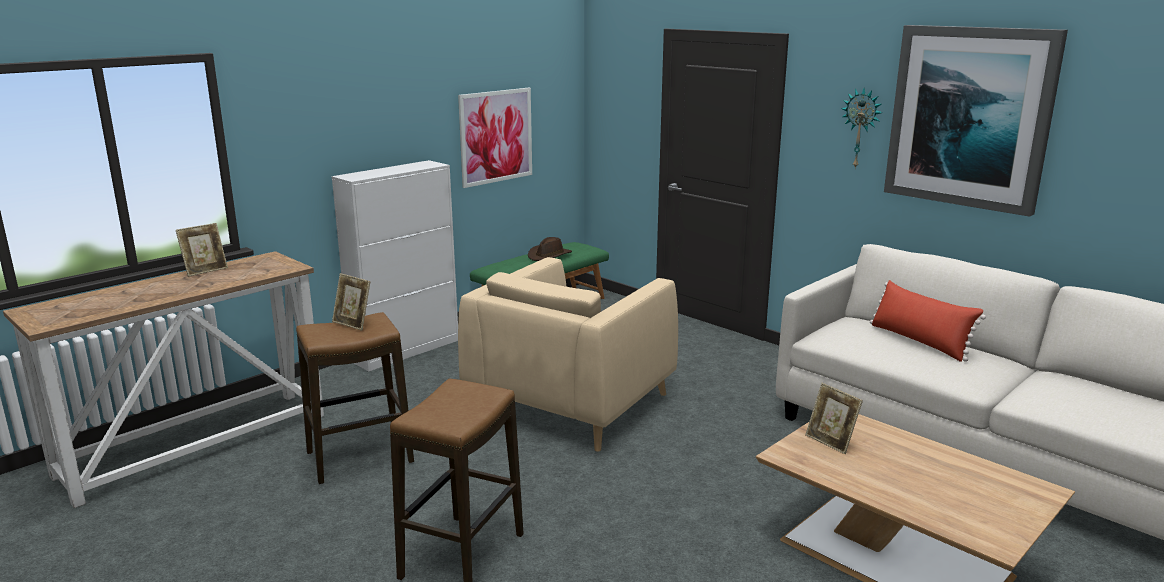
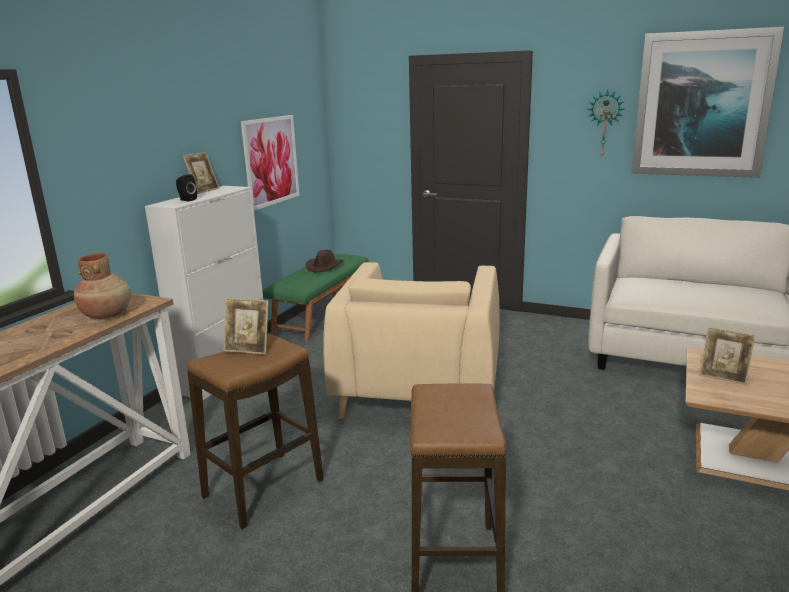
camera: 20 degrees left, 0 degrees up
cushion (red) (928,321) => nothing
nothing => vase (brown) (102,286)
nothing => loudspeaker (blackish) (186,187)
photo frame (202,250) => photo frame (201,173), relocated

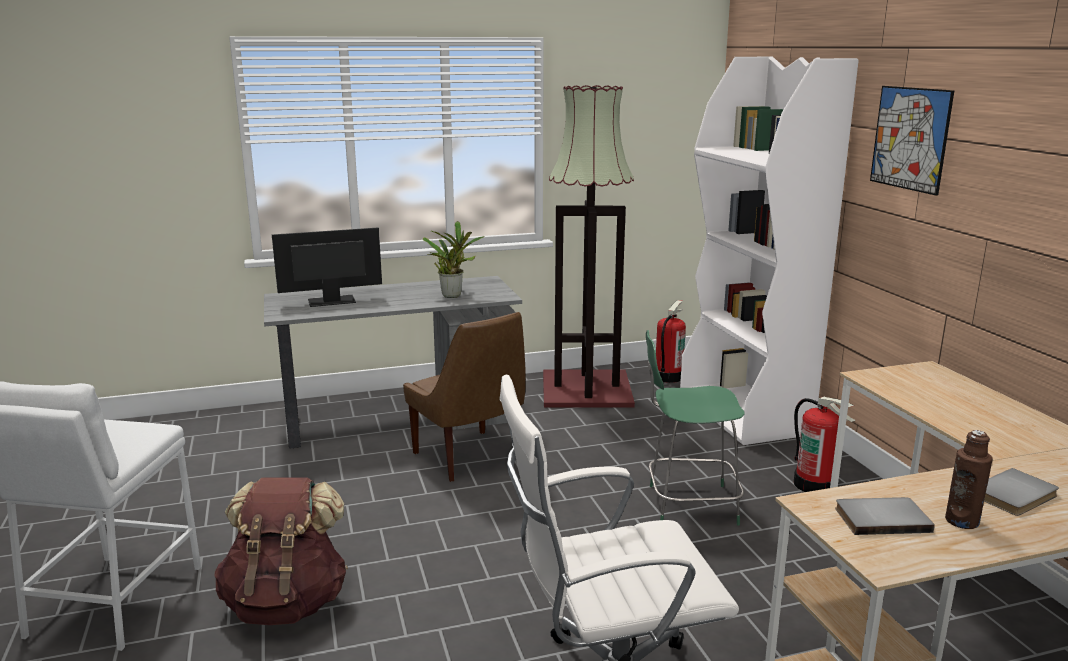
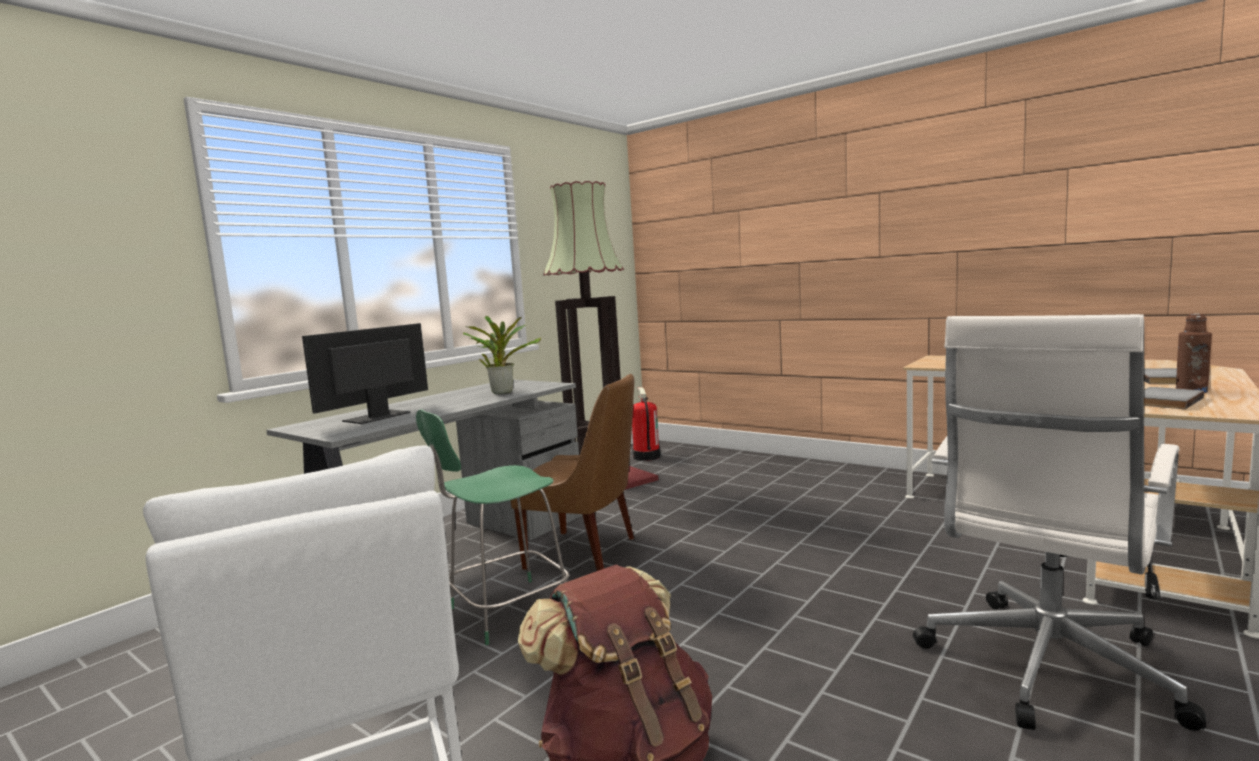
camera: 35 degrees left, 10 degrees down
shelving unit (white) (769,251) => nothing
fire extinguisher (825,444) => nothing
wall art (912,141) => nothing
plain chair (green) (695,428) => plain chair (green) (492,527), relocated

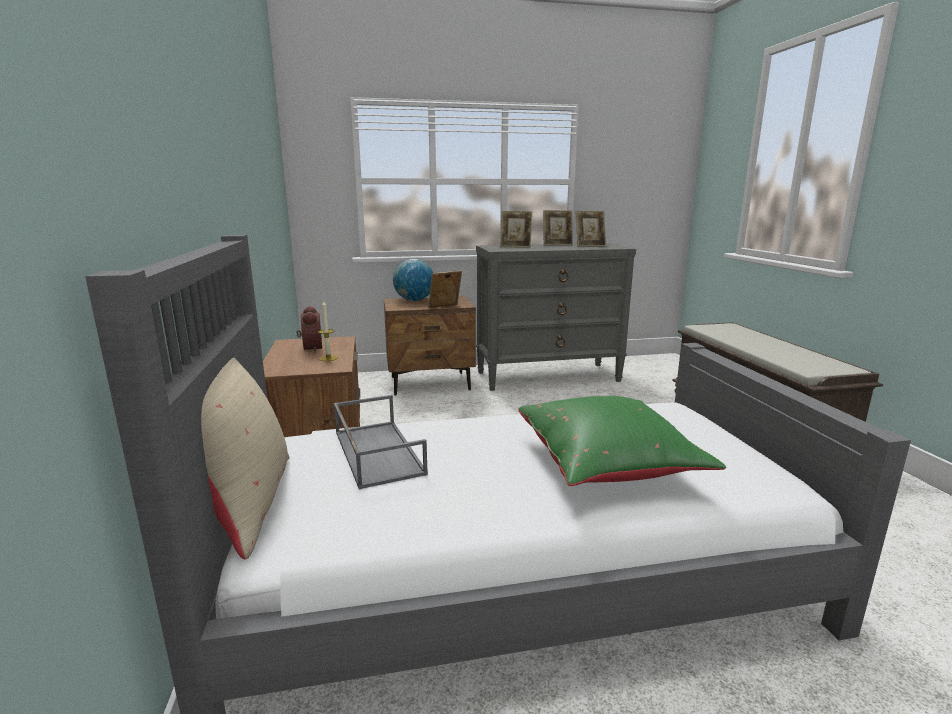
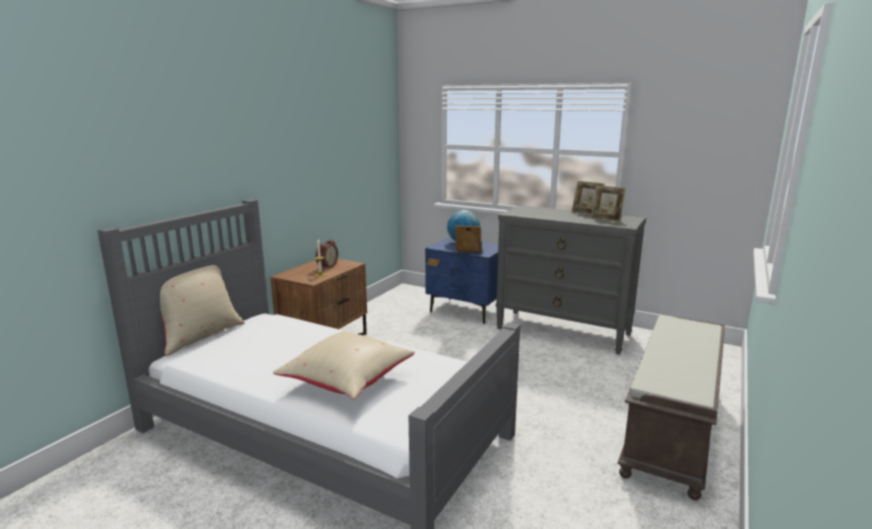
camera: 40 degrees right, 0 degrees up
carrying tray (grey) (381,442) => nothing
photo frame (516,229) => nothing
night table (brown) (430,346) => night table (blue) (461,281)
cushion (green) (622,441) => cushion (beige) (344,365)

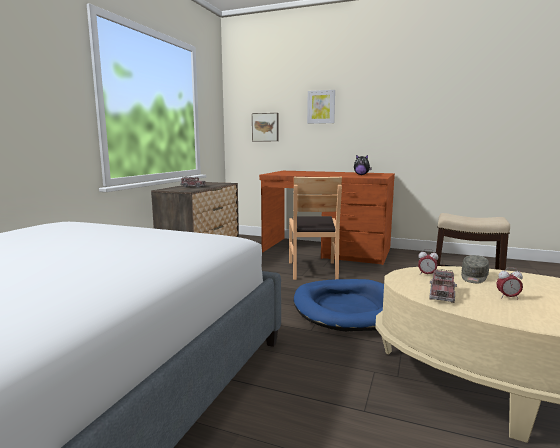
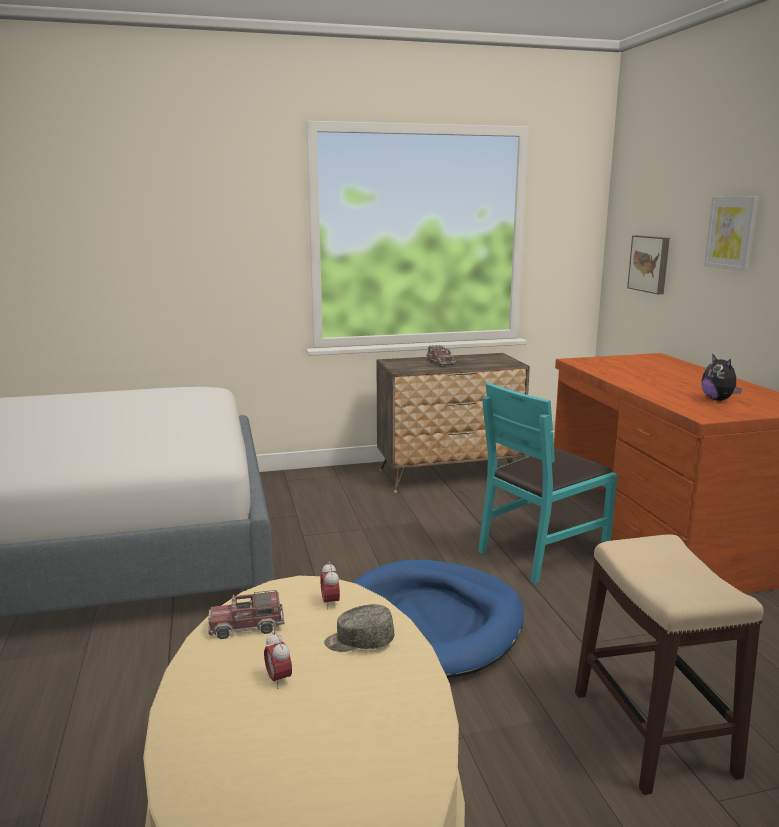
camera: 55 degrees right, 5 degrees up
plain chair (brown) (315,228) => plain chair (turquoise) (548,483)

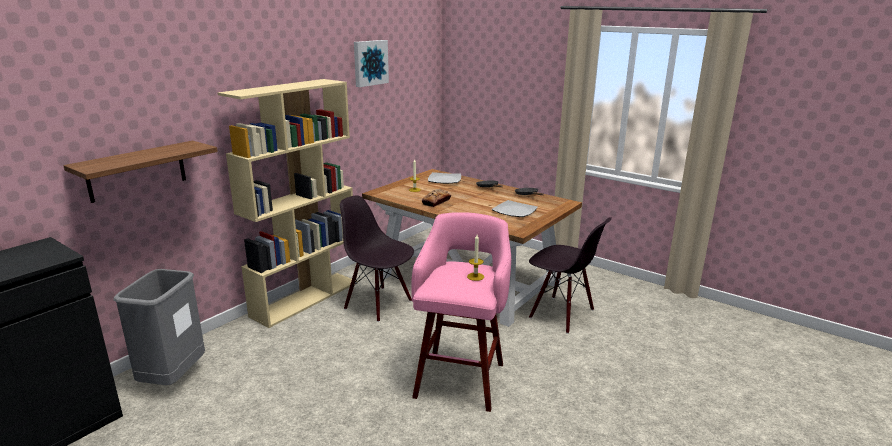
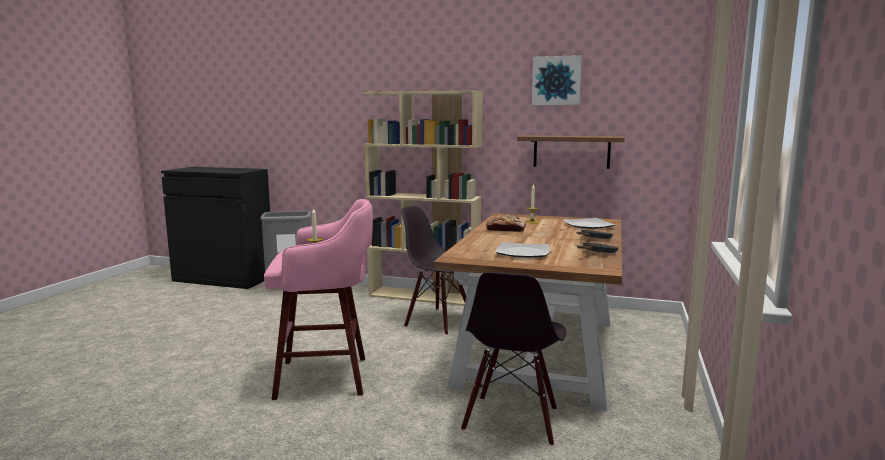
camera: 70 degrees right, 10 degrees down
wall shelf (140,172) => wall shelf (571,152), relocated
plain chair (blackish) (377,258) => plain chair (blackish) (433,270), 75 degrees counterclockwise

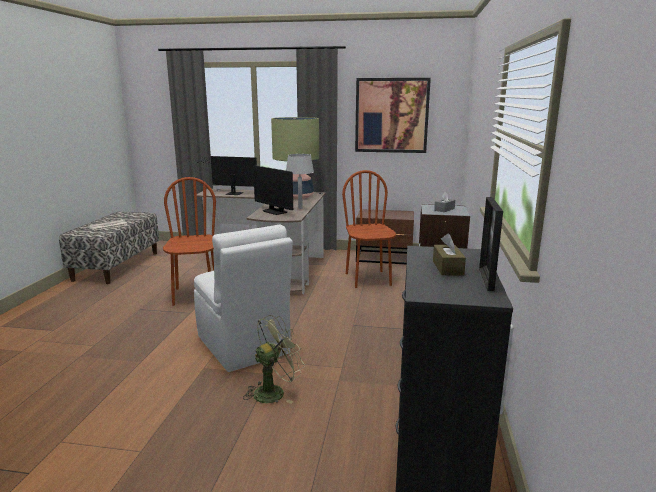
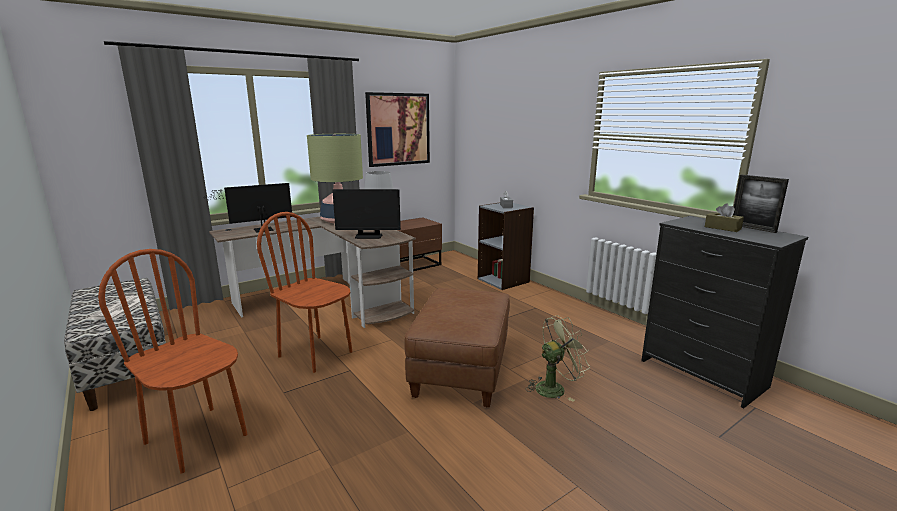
camera: 45 degrees left, 0 degrees up
plain chair (brown) (369,229) => plain chair (brown) (172,361), relocated
plain chair (white) (243,298) => pouffe (brown) (457,347)
fan (green) (274,359) => fan (green) (558,358), 60 degrees clockwise

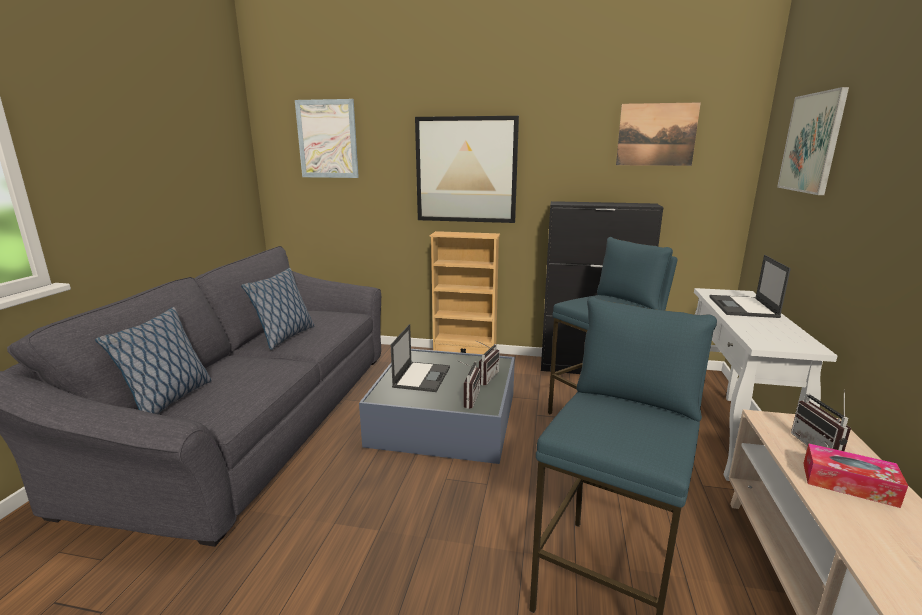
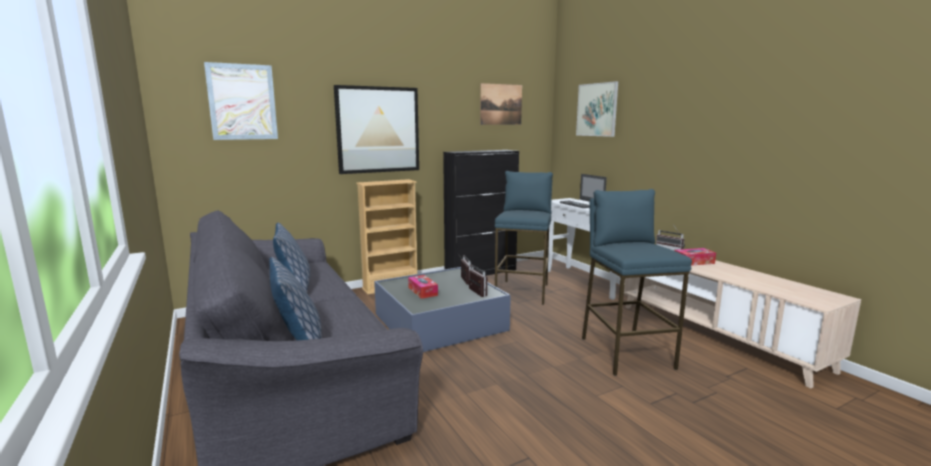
camera: 40 degrees left, 5 degrees down
portable computer (420,358) => tissue box (423,287)

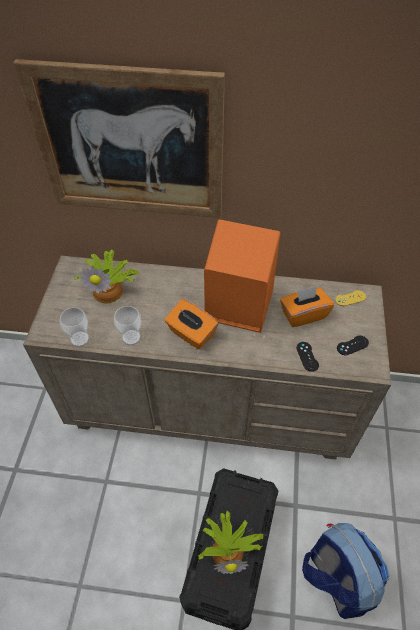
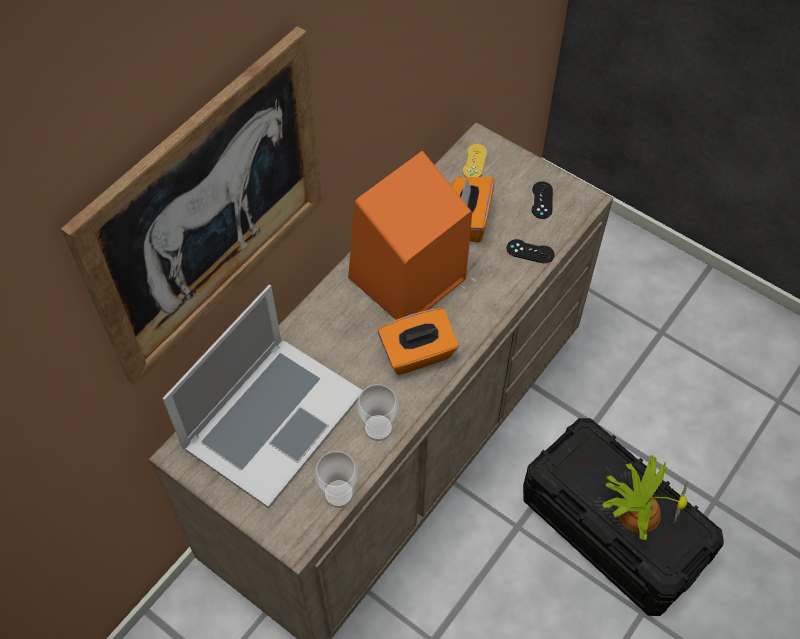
camera: 60 degrees left, 5 degrees up
knapsack (346,571) => nothing
potted plant (107,276) => portable computer (262,397)

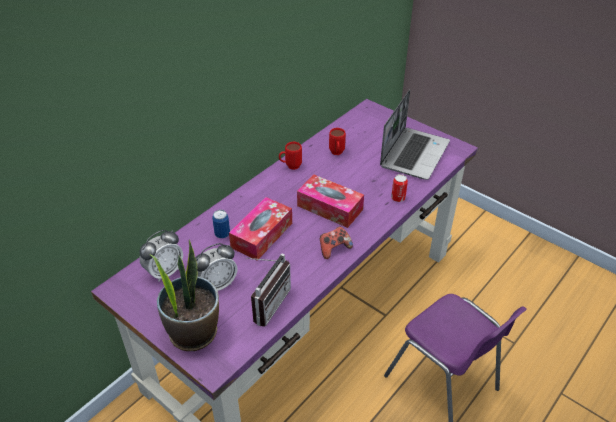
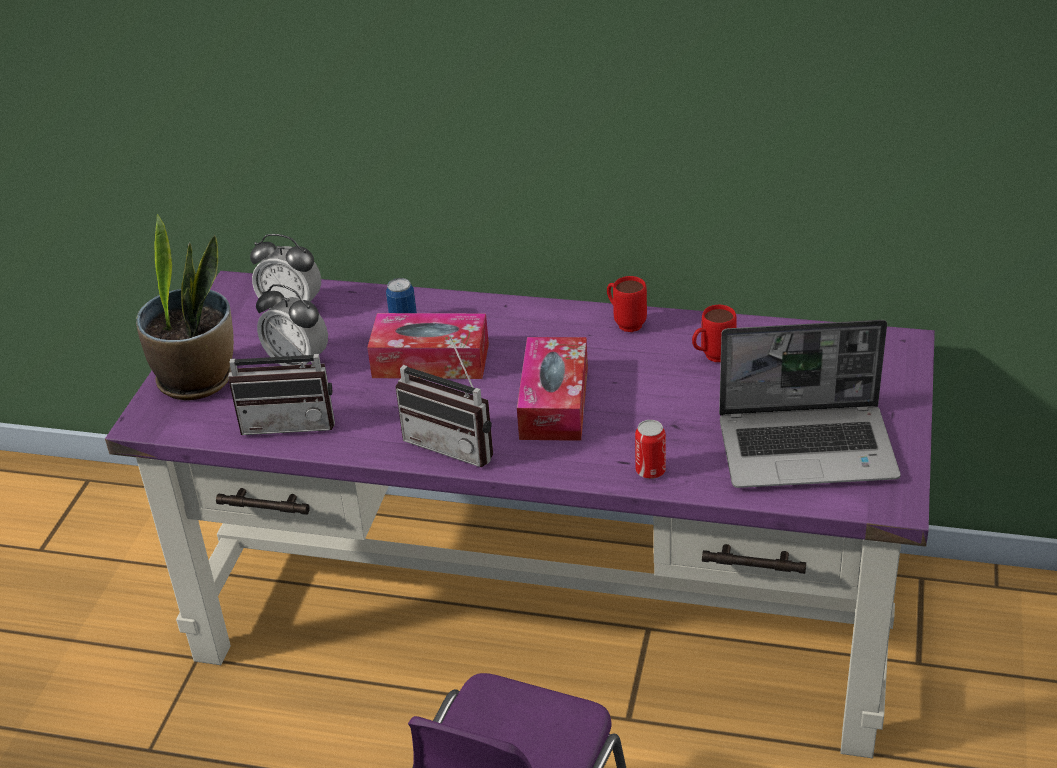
camera: 65 degrees right, 5 degrees down
joypad (336,242) => radio (444,401)

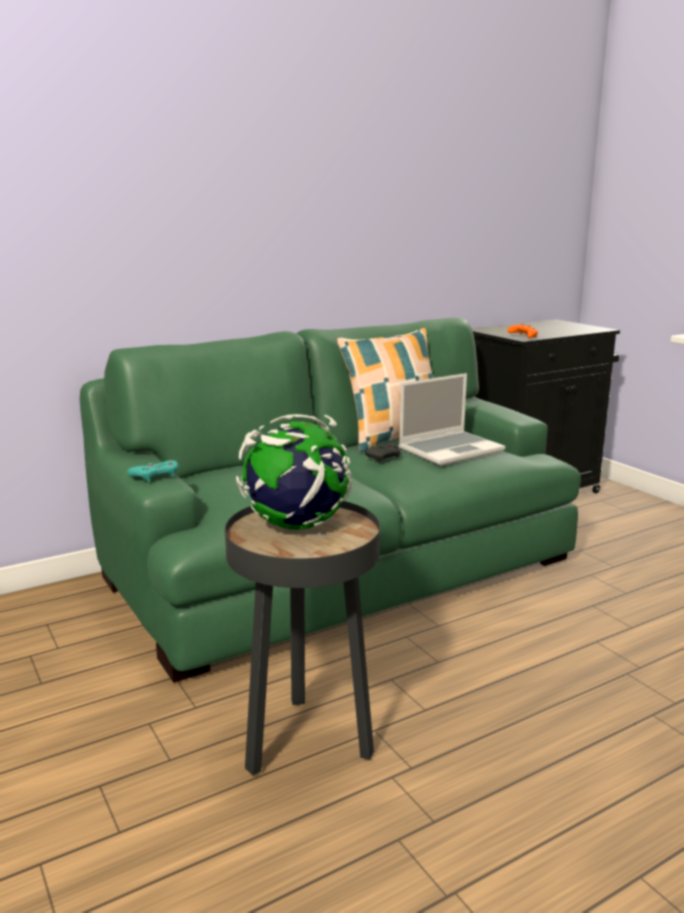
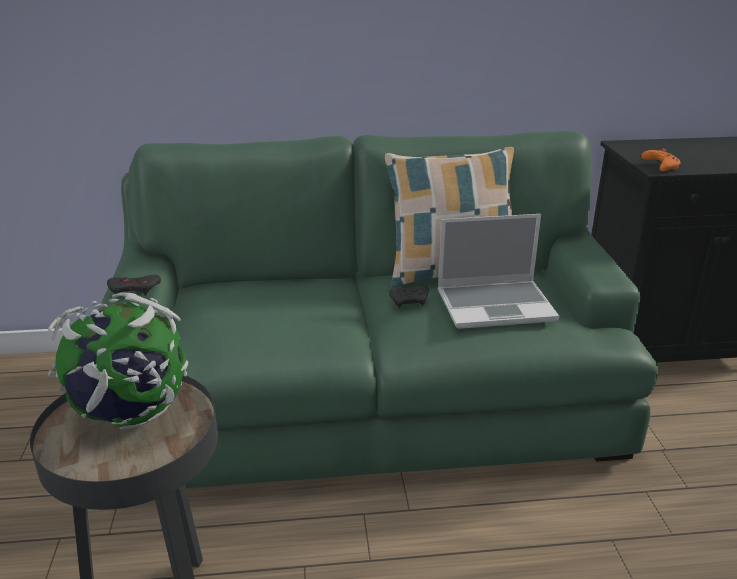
camera: 25 degrees right, 10 degrees up
joypad (turquoise) (152,471) => joypad (blackish) (134,285)

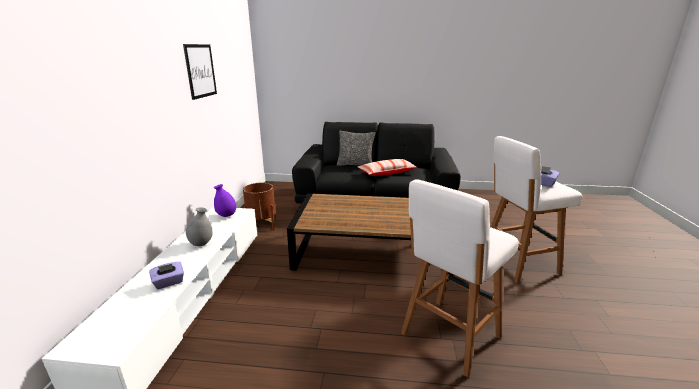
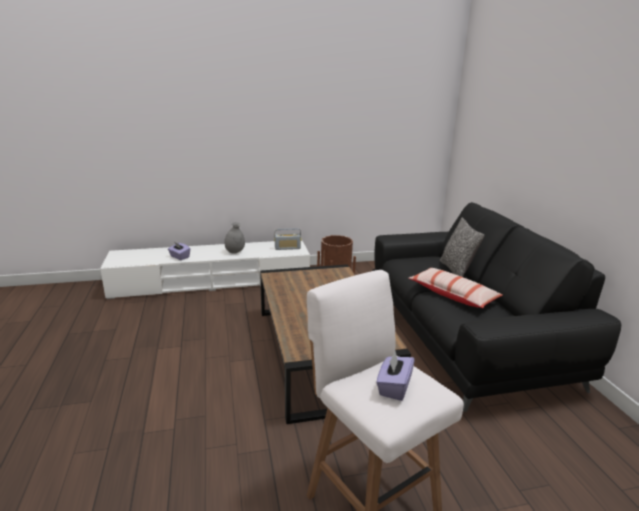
camera: 70 degrees right, 0 degrees up
wall art (200,72) => nothing
stool (white) (460,278) => nothing
vase (purplish) (225,200) => radio (287,239)

